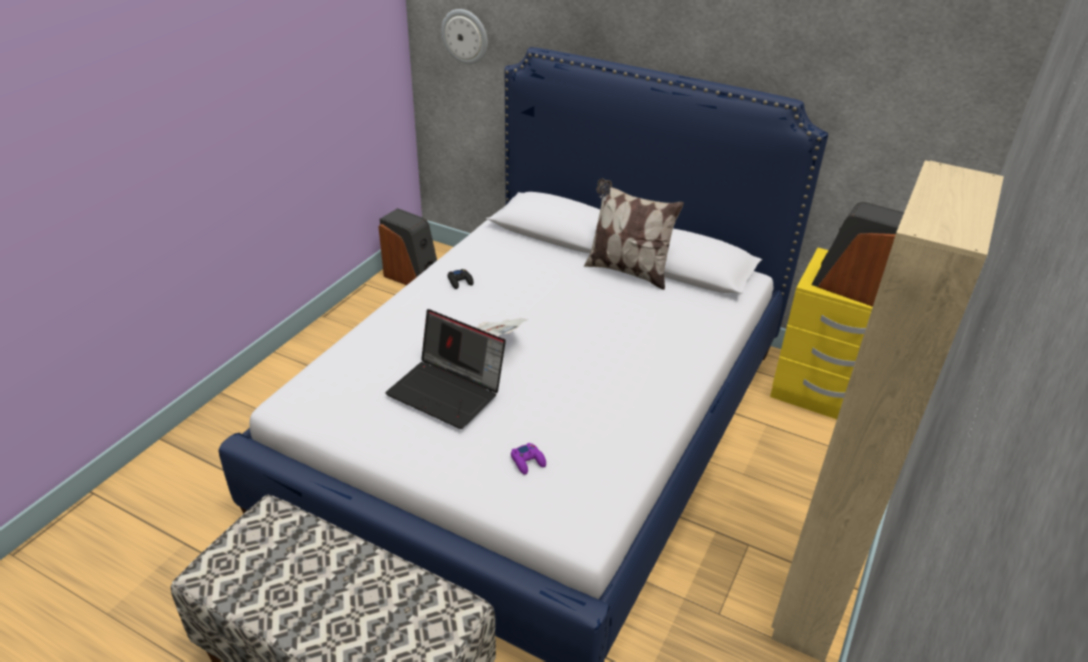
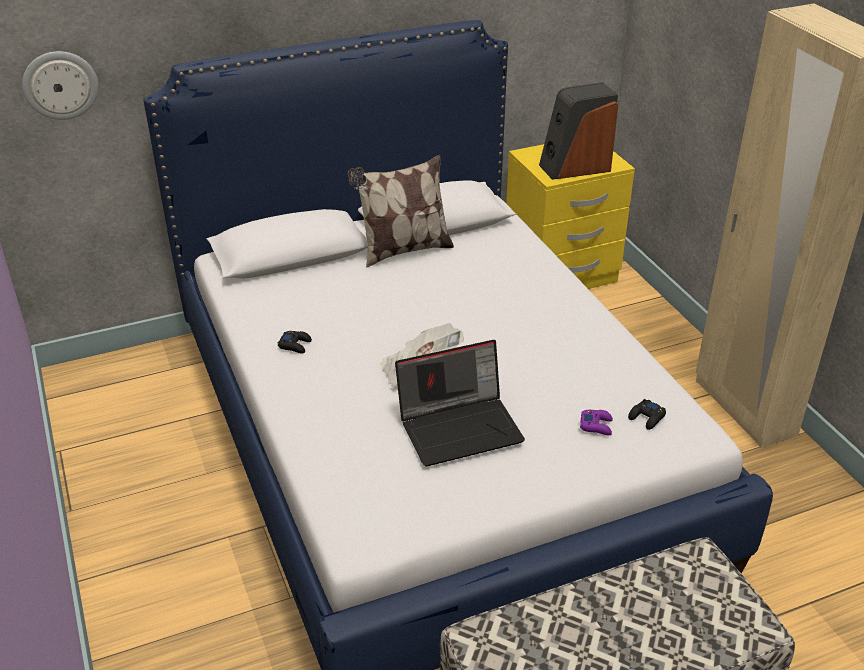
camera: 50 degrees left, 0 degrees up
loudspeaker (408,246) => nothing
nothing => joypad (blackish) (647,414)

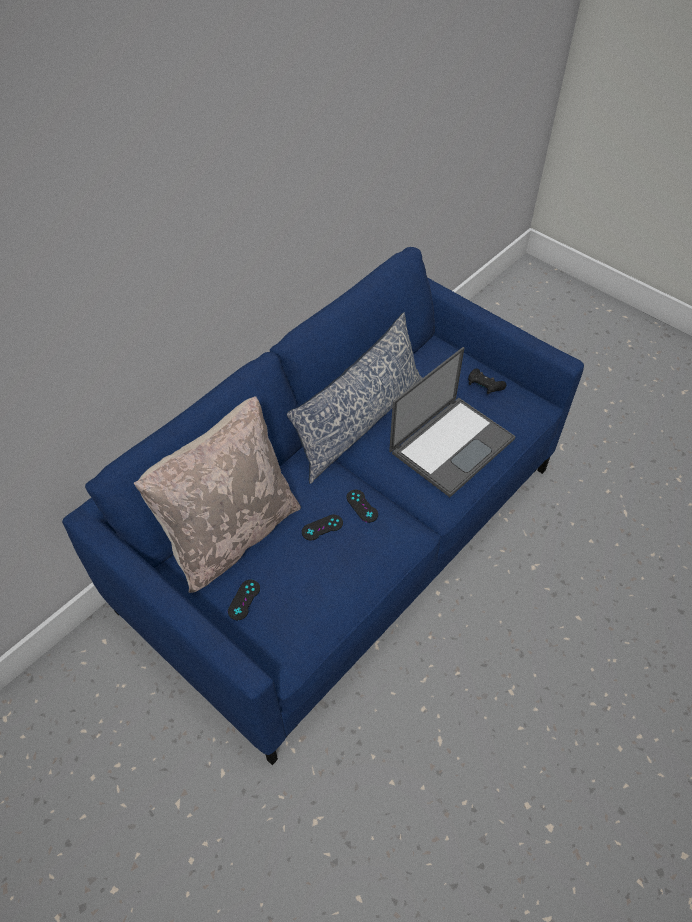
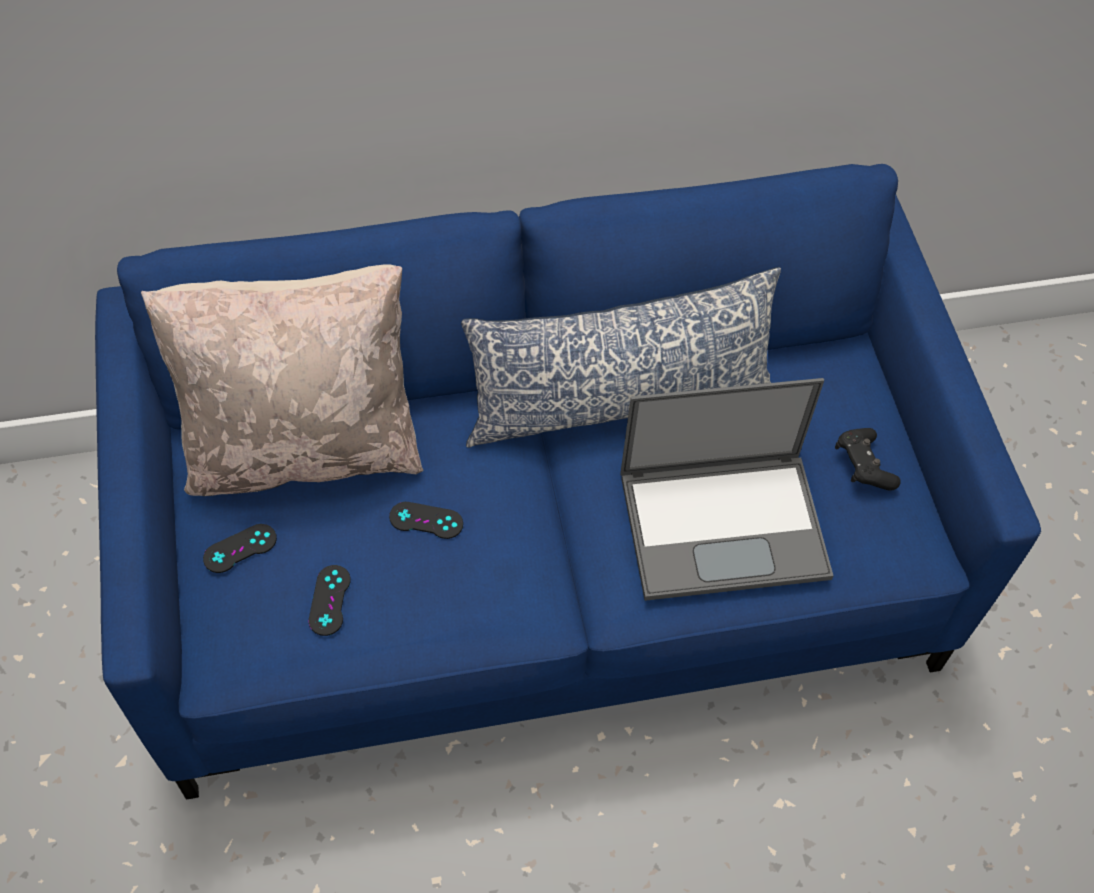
camera: 35 degrees right, 5 degrees up
joypad (blackish) (362,506) => joypad (blackish) (329,600), relocated

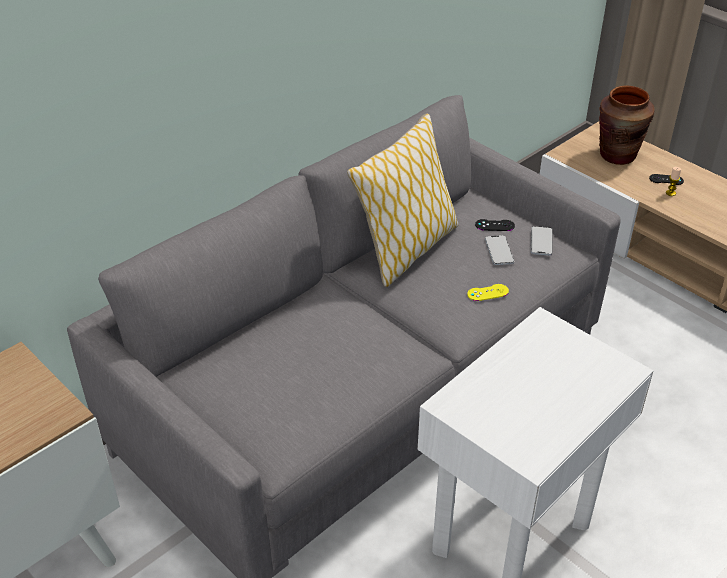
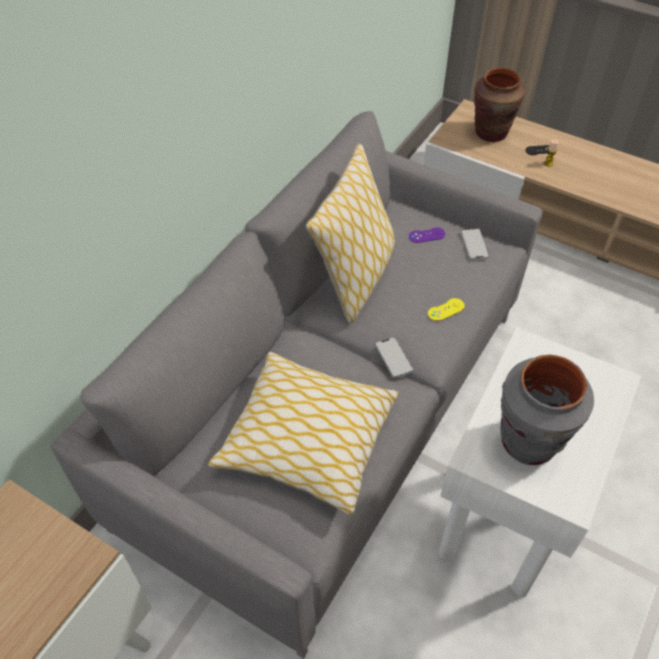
camera: 15 degrees left, 10 degrees up
nothing => cushion (303,433)
nothing => vase (grey) (547,410)
phone (499,250) => phone (394,357), relocated
joypad (blackish) (495,225) => joypad (purplish) (427,235)

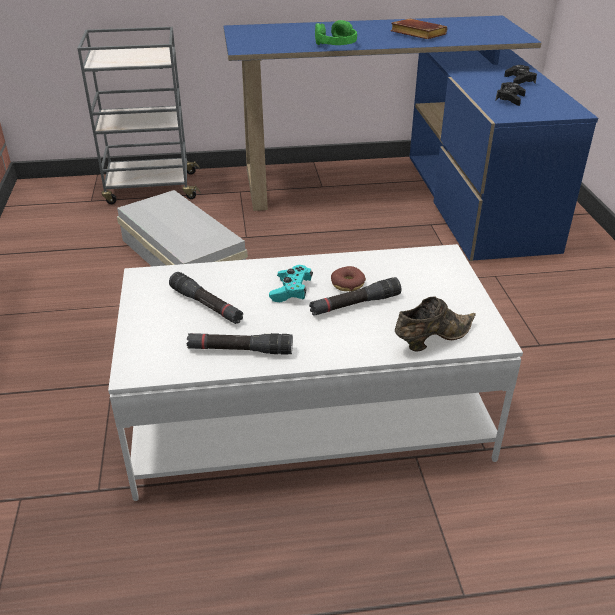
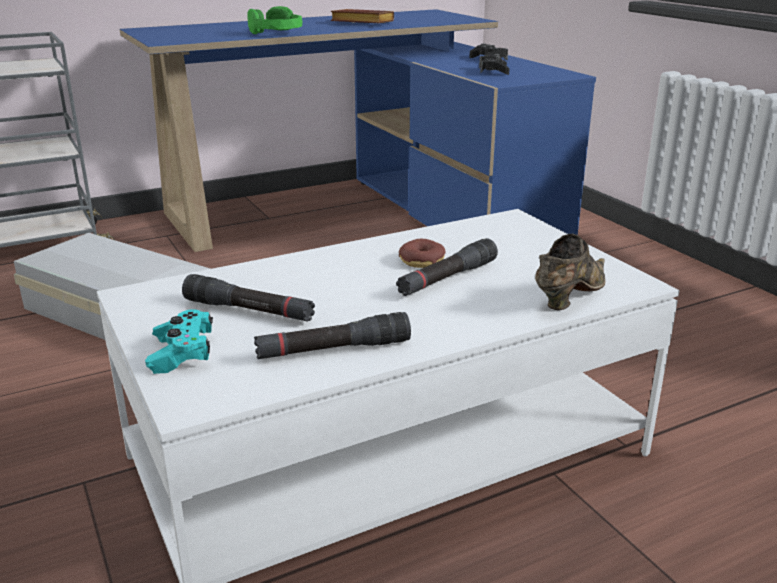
camera: 20 degrees left, 10 degrees down
joypad (turquoise) (291,283) => joypad (turquoise) (179,341), relocated

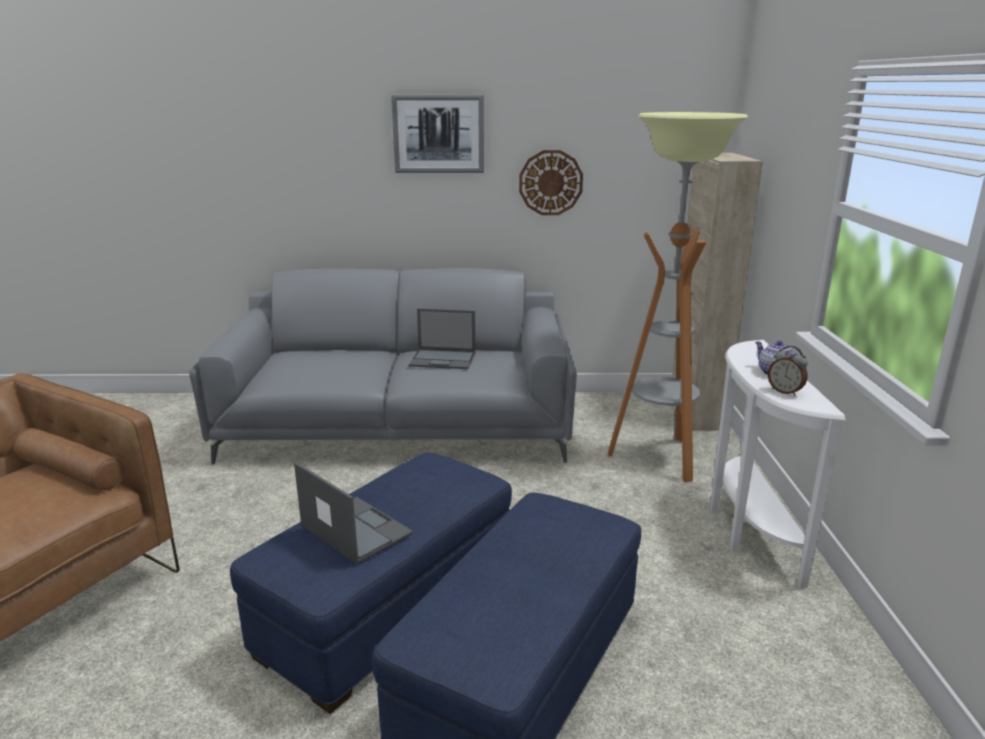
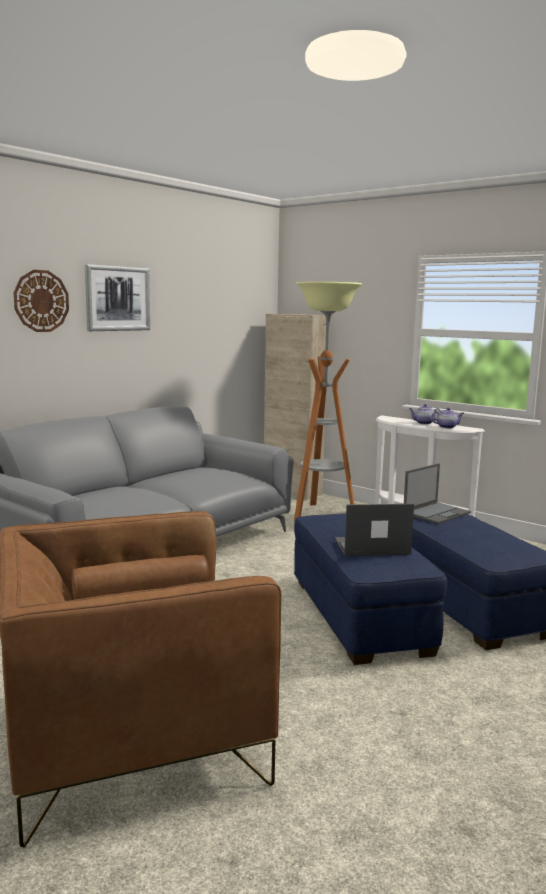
camera: 50 degrees left, 10 degrees down
portable computer (442,338) => portable computer (437,493), relocated
hanging clock (551,182) => hanging clock (41,301), relocated
table clock (788,371) => teapot (447,418)

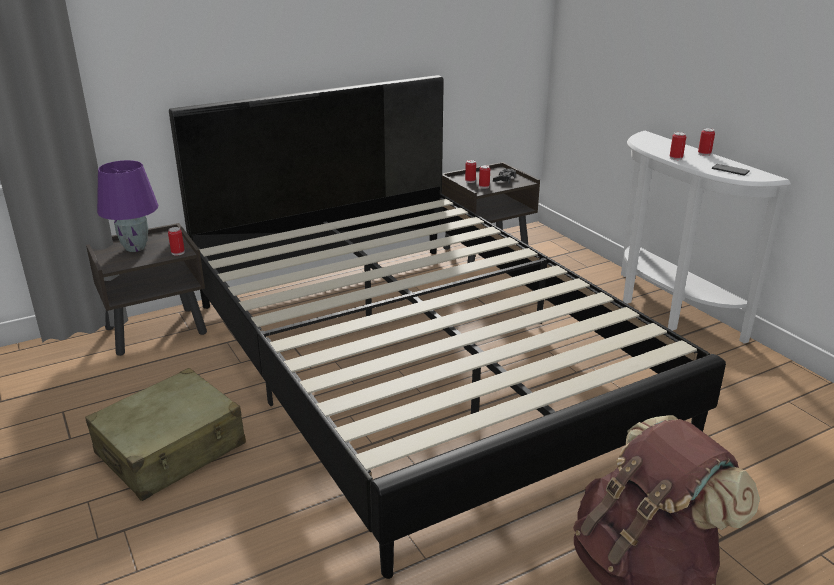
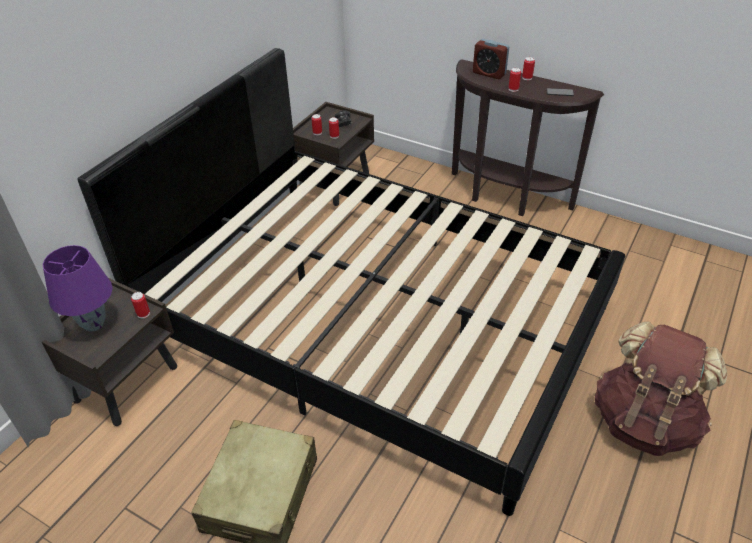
camera: 30 degrees left, 15 degrees up
nothing => table clock (491,59)
console table (white) (706,237) => console table (brown) (528,137)

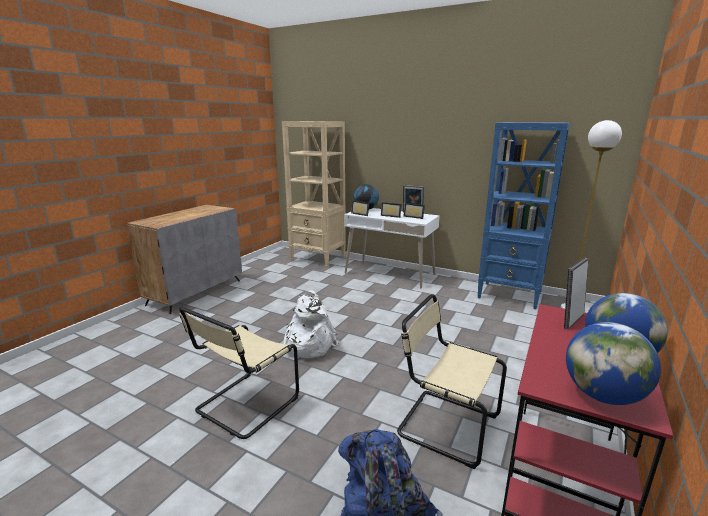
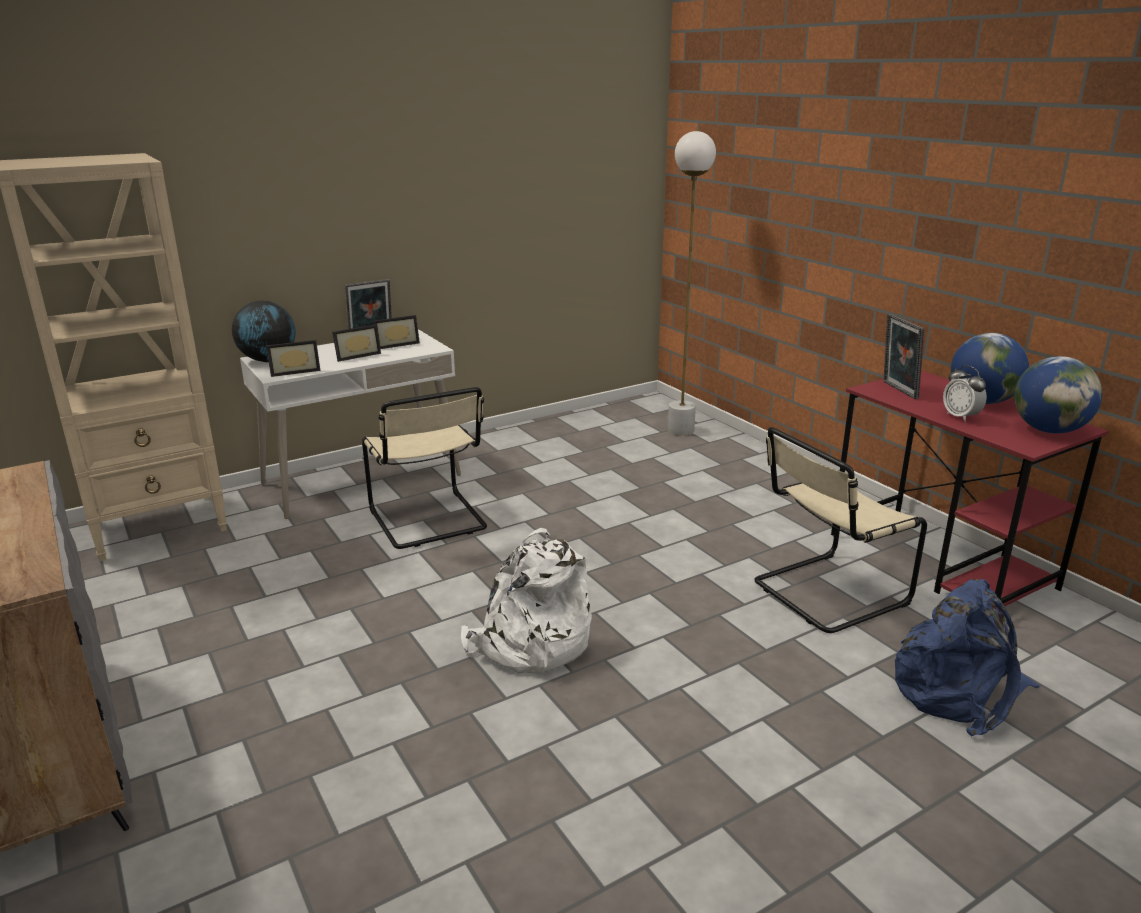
camera: 60 degrees left, 5 degrees up
shelving unit (blue) (523,215) => nothing
nothing => table clock (965,393)
plain chair (beige) (239,373) => plain chair (beige) (424,468), relocated

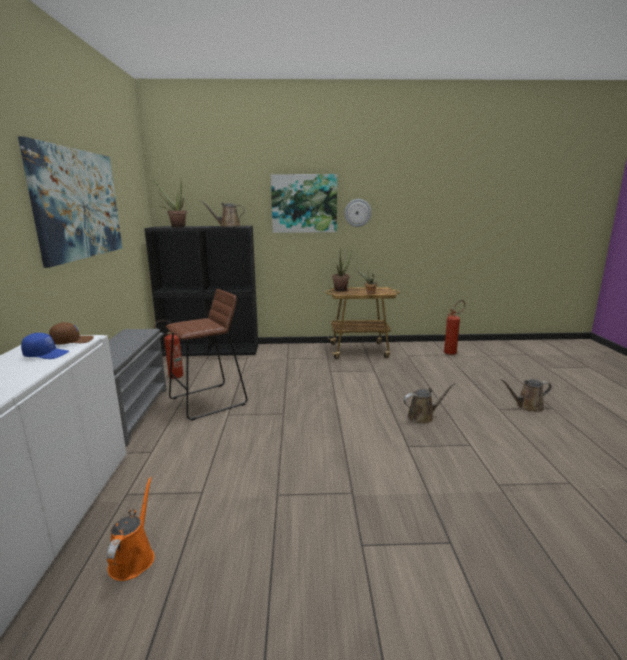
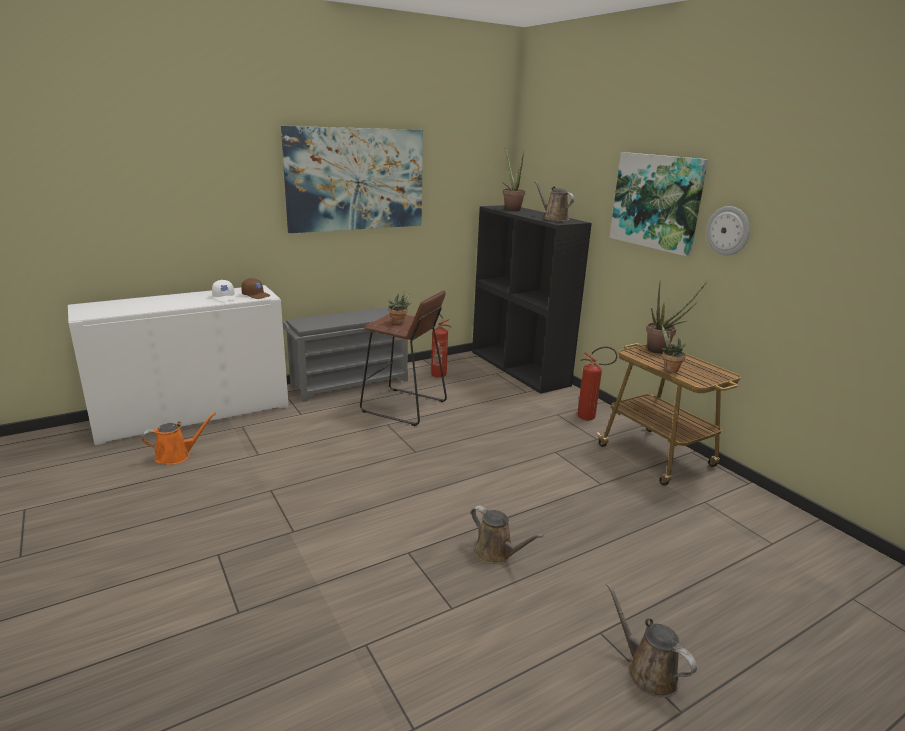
camera: 60 degrees right, 5 degrees up
nothing => potted plant (400,308)
fire extinguisher (454,327) => fire extinguisher (597,383), relocated
cap (blue) (45,346) => cap (white) (224,291)

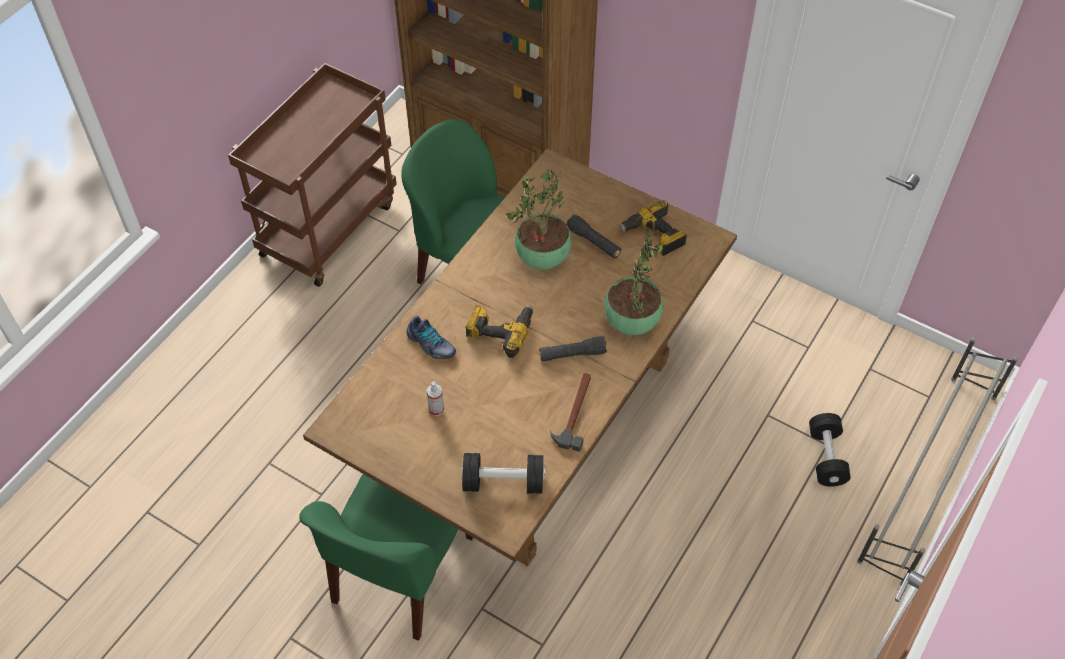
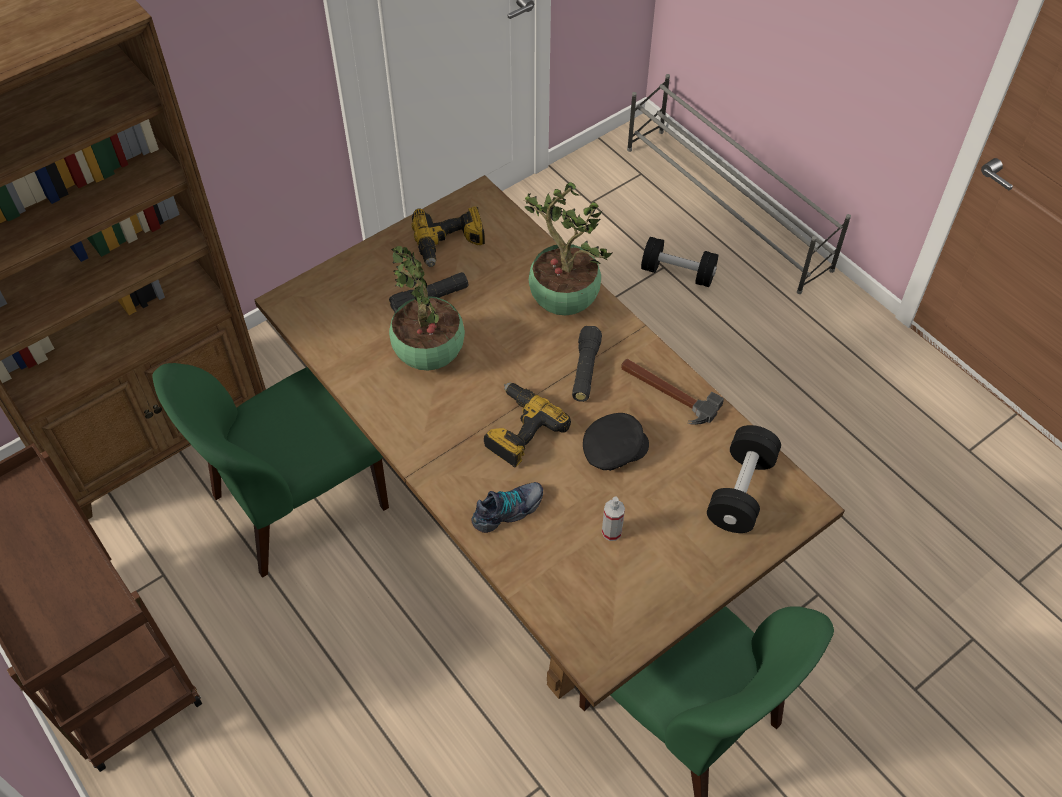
camera: 70 degrees left, 0 degrees up
nothing => cap (blackish) (616,442)

